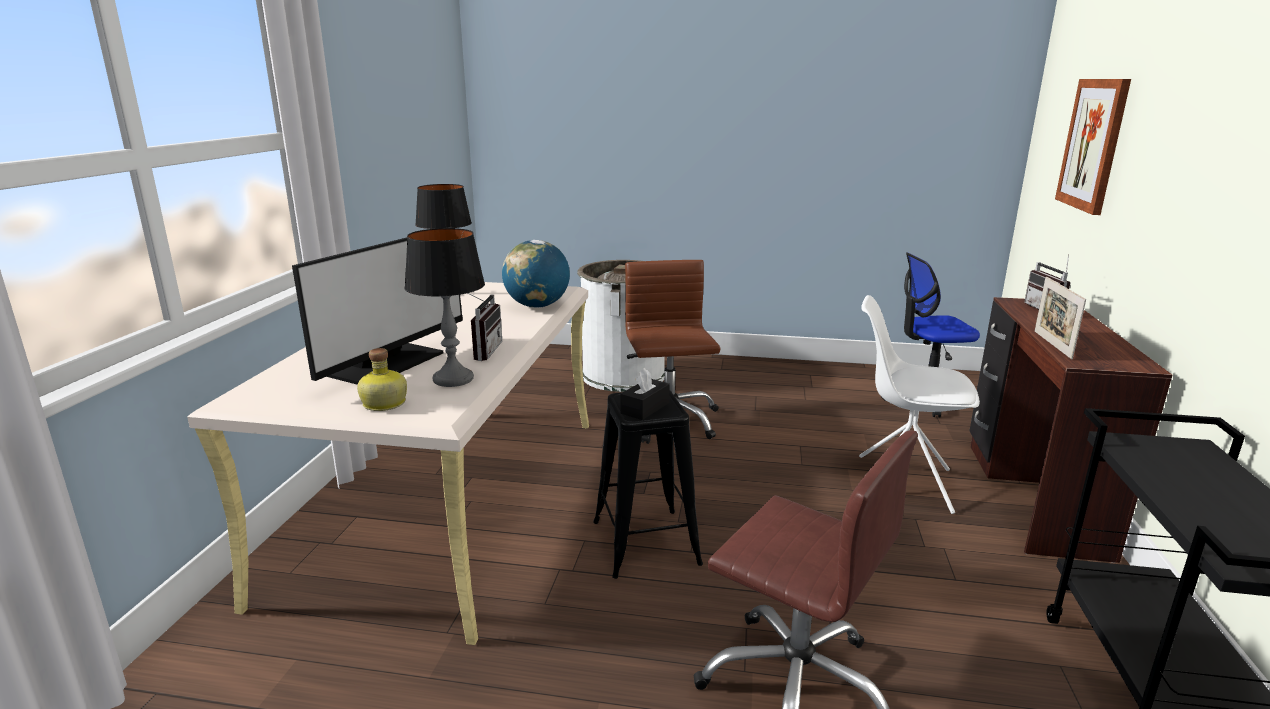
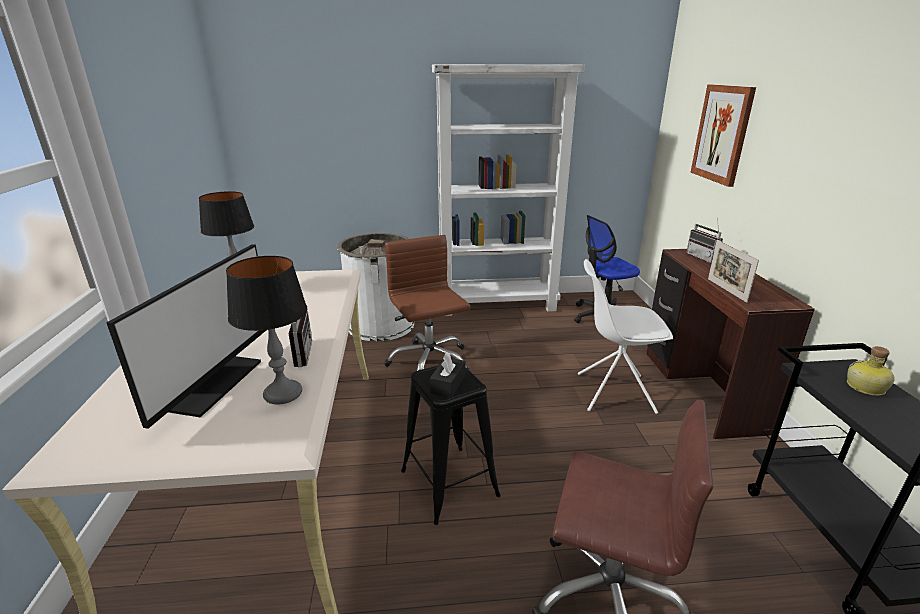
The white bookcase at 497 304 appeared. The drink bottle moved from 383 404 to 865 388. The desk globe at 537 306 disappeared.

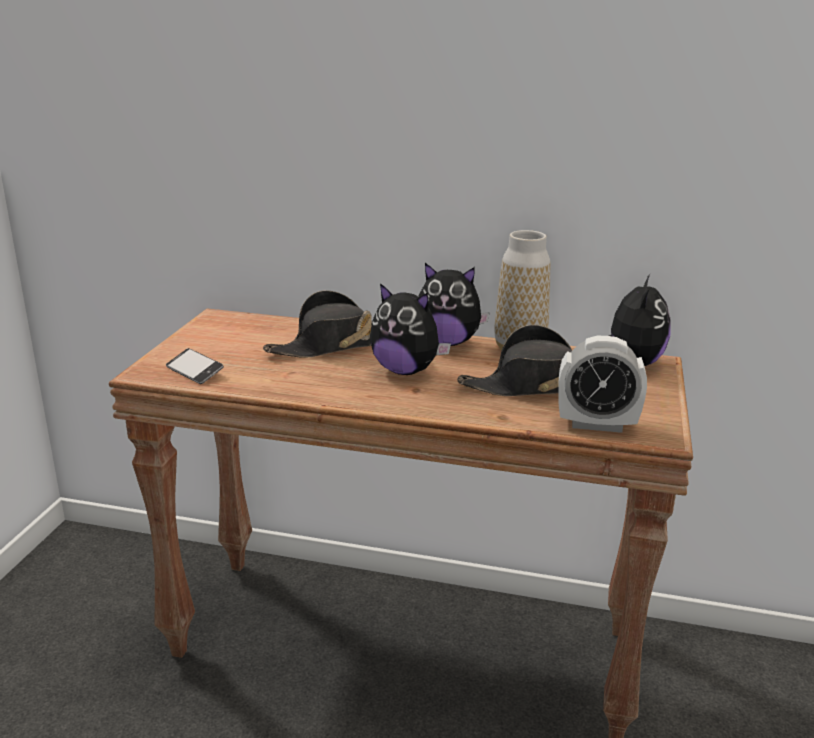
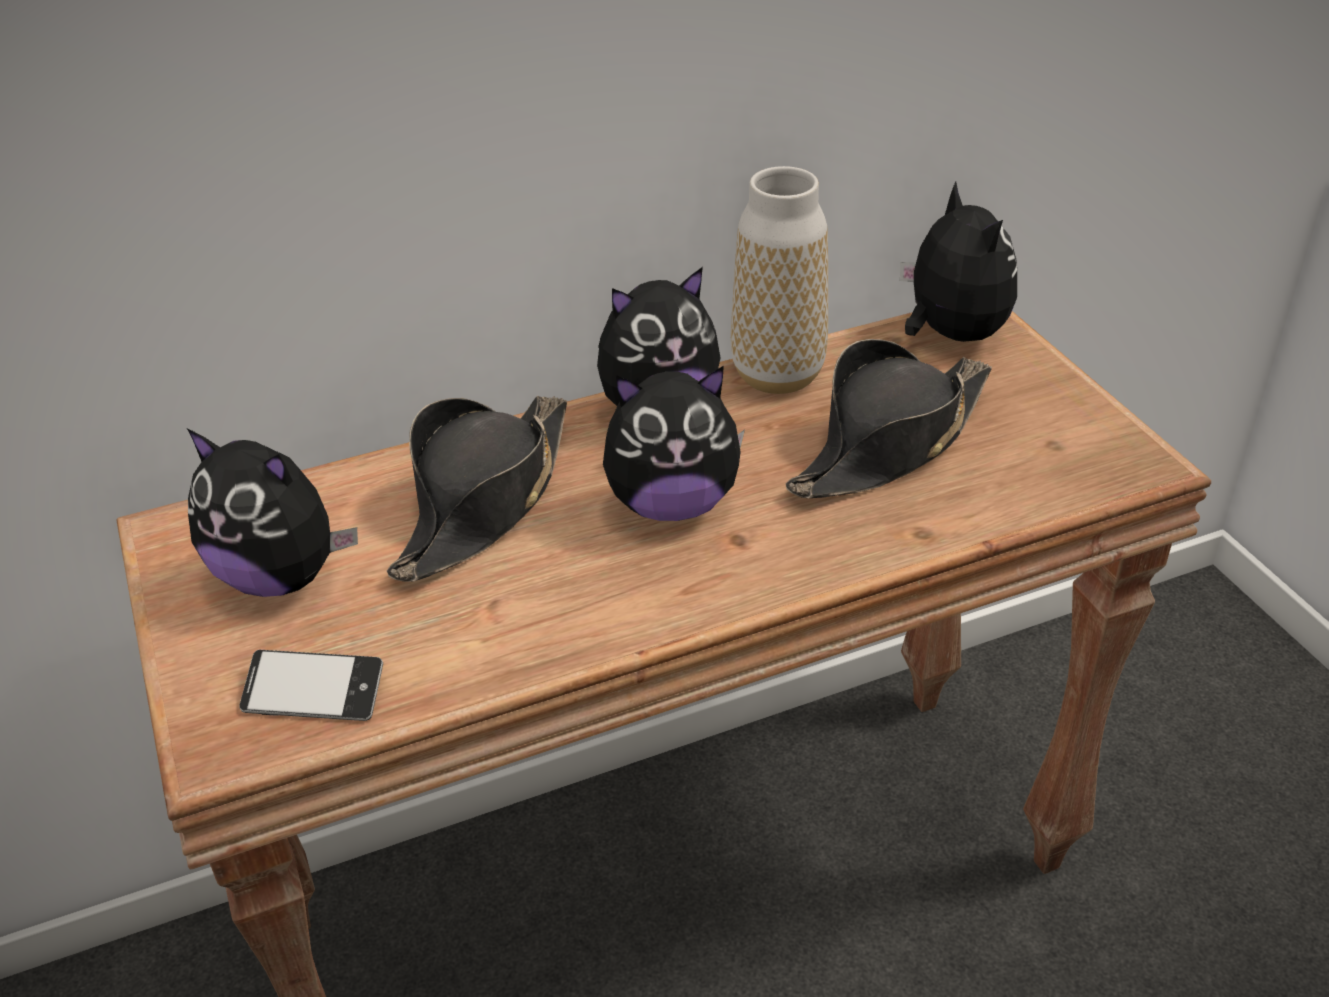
The plush toy at 281 576 appeared. The bedside clock at 596 424 disappeared.

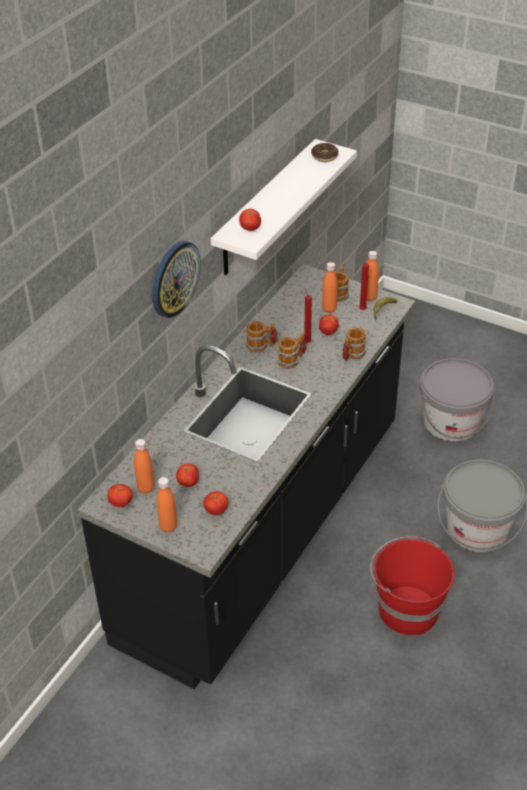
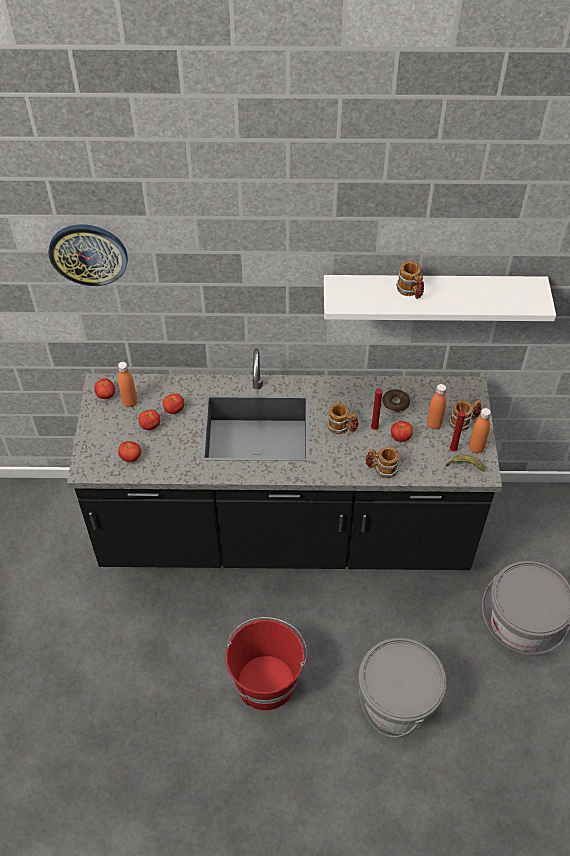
The wall clock moved from 174 278 to 88 254. The tomato moved from 250 229 to 174 410. The doughnut moved from 324 156 to 395 404. The tea mug moved from 261 346 to 410 291. The orange-coloured drink bottle at 168 526 disappeared.

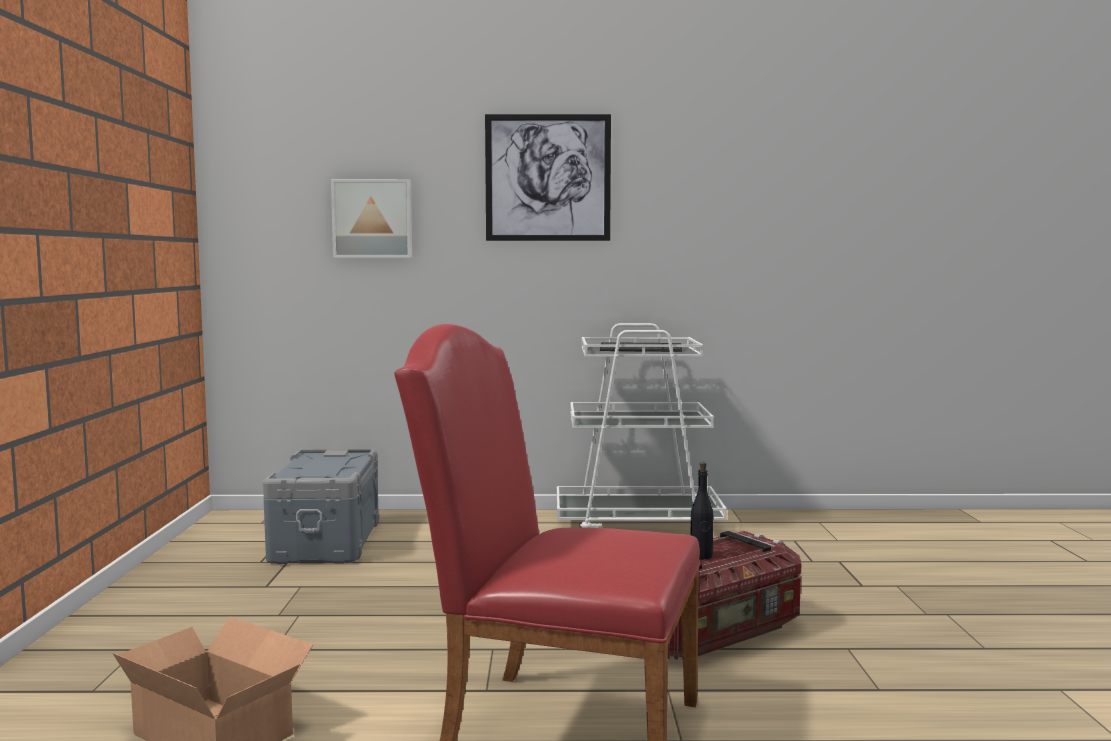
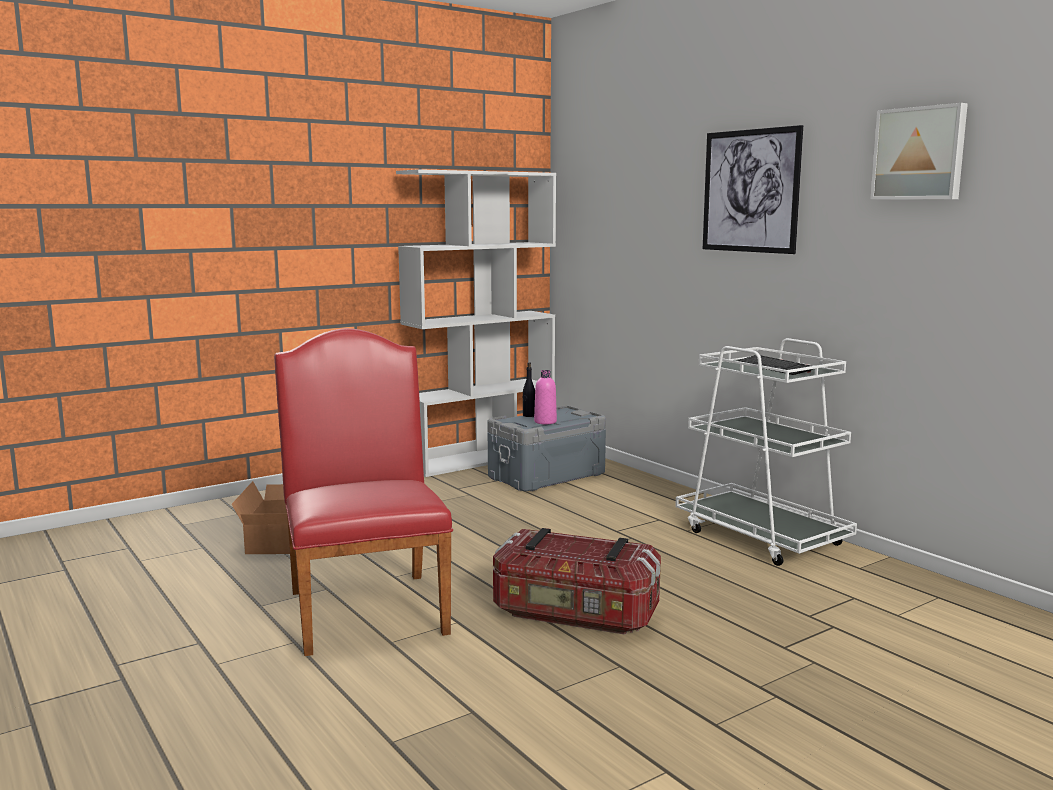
The white bookcase at 481 458 appeared. The black drink bottle moved from 701 556 to 528 415. The pink-coloured drink bottle at 545 422 appeared. The picture moved from 372 219 to 919 153.

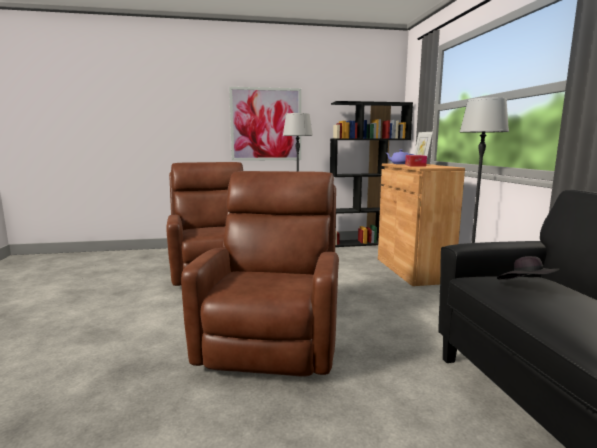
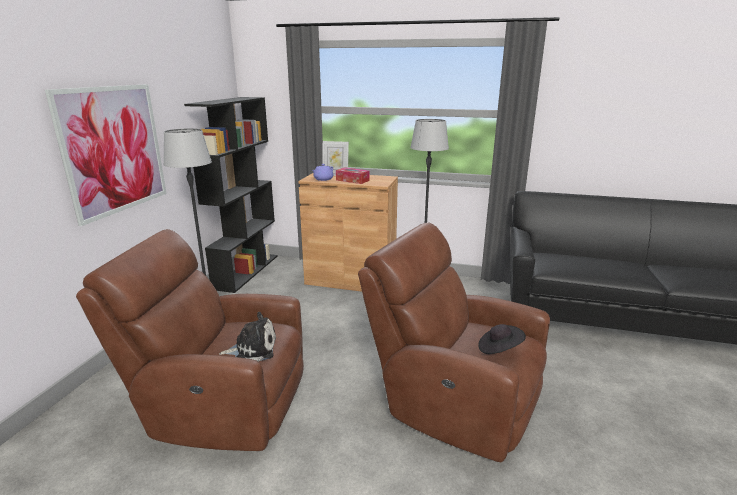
The plush toy at 253 349 appeared. The black clothing hat moved from 526 287 to 499 349.

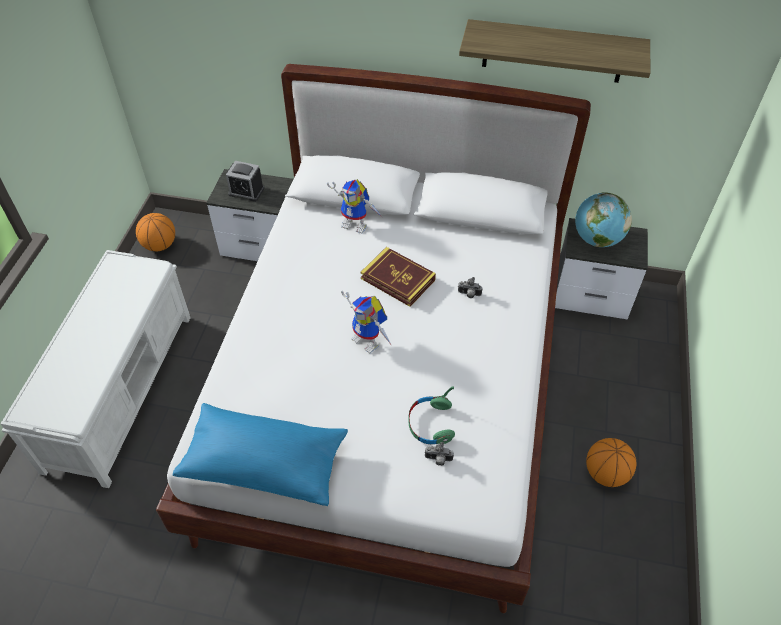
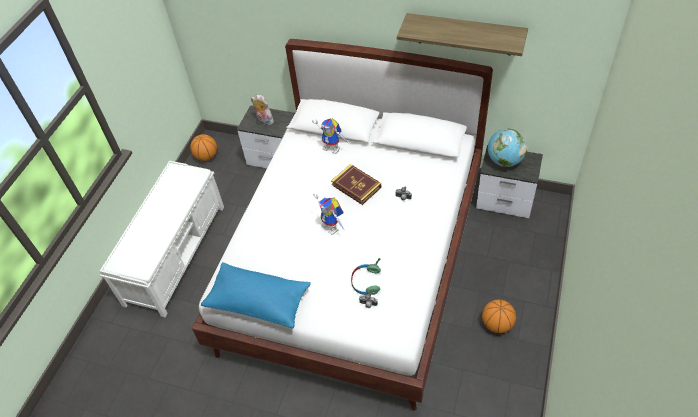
The bedside clock at 246 191 was replaced by the plush toy at 264 121.

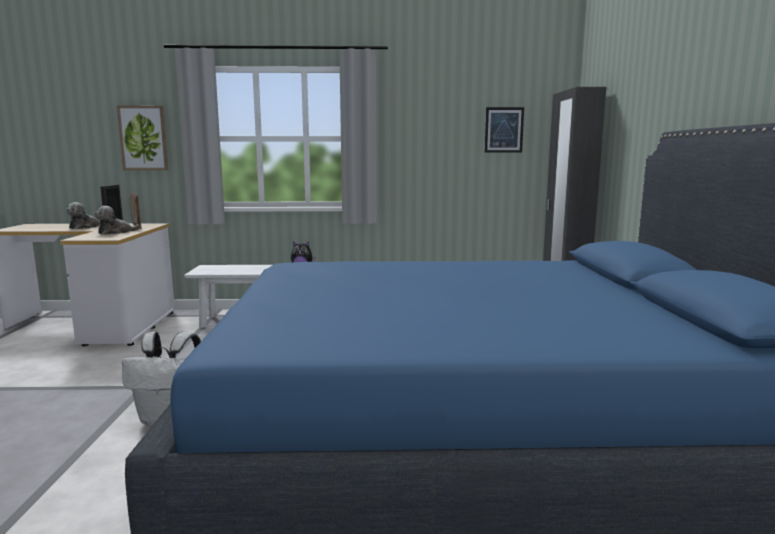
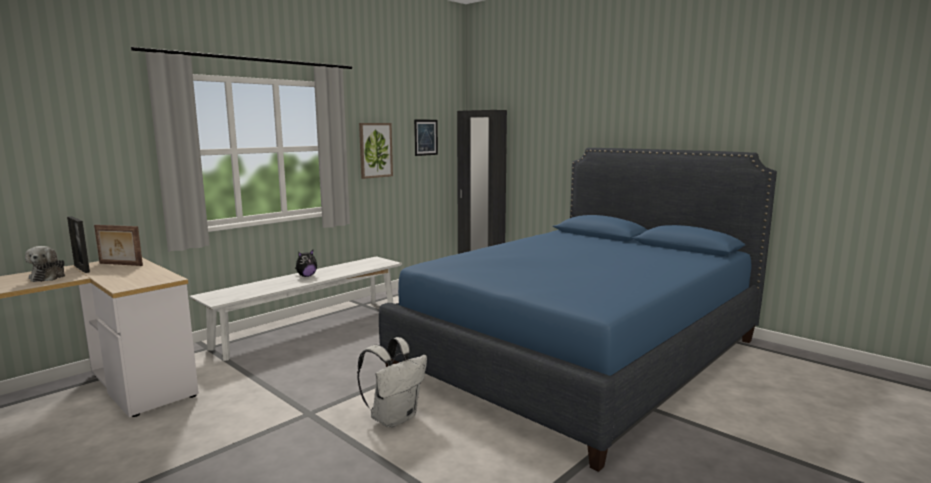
The picture moved from 143 138 to 375 150. The plush toy at 116 232 disappeared.

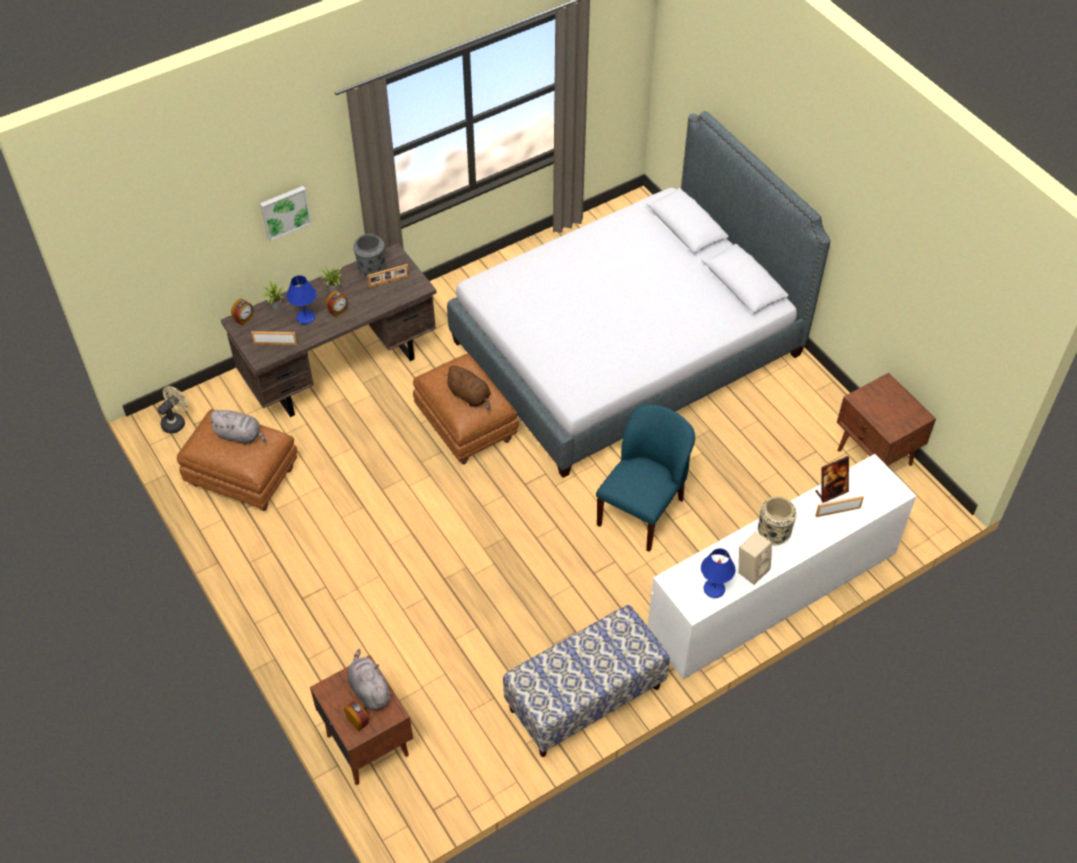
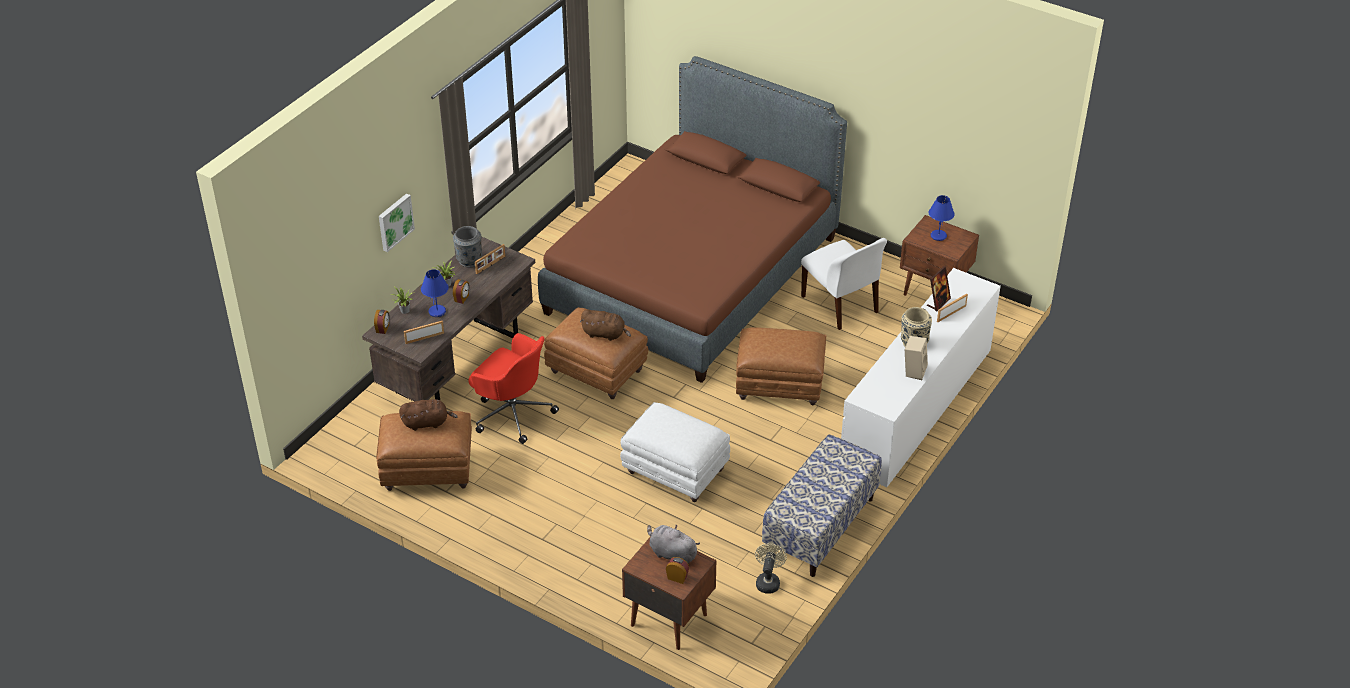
The greyish plush toy at 240 435 became the brown plush toy at 427 423. The reddish computer chair at 512 413 appeared. The greyish sleeping bed at 627 347 became the brown sleeping bed at 692 274. The white ottoman at 674 471 appeared. The blue chair at 641 511 was replaced by the brown ottoman at 780 385. The sand-coloured fan moved from 176 422 to 768 581. The white chair at 840 305 appeared. The blue tabletop lamp moved from 714 589 to 938 236.

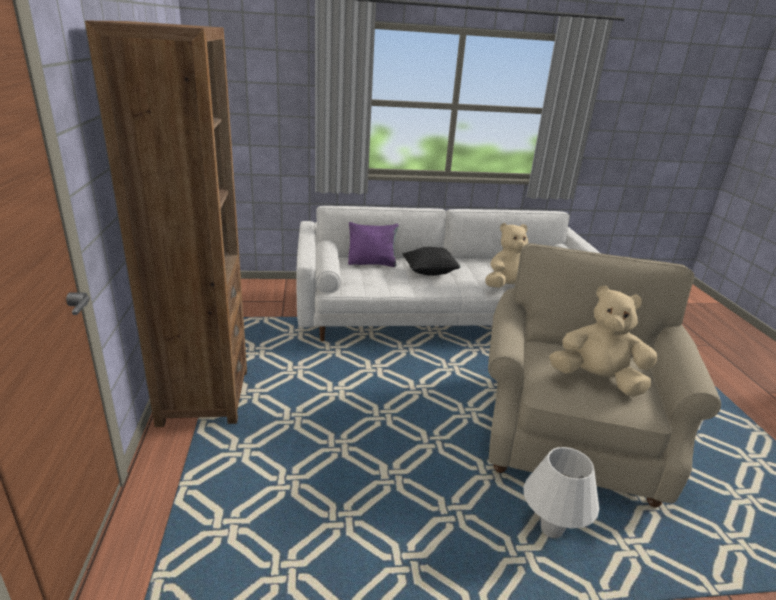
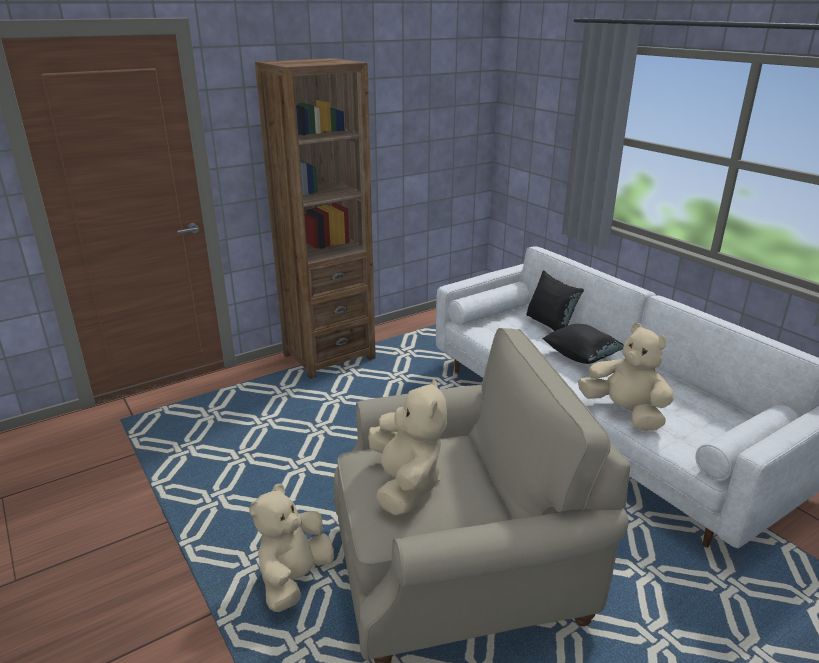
The white tabletop lamp at 551 530 was replaced by the sand-coloured plush toy at 294 579. The purple-coloured pillow at 372 263 became the black pillow at 550 324.

